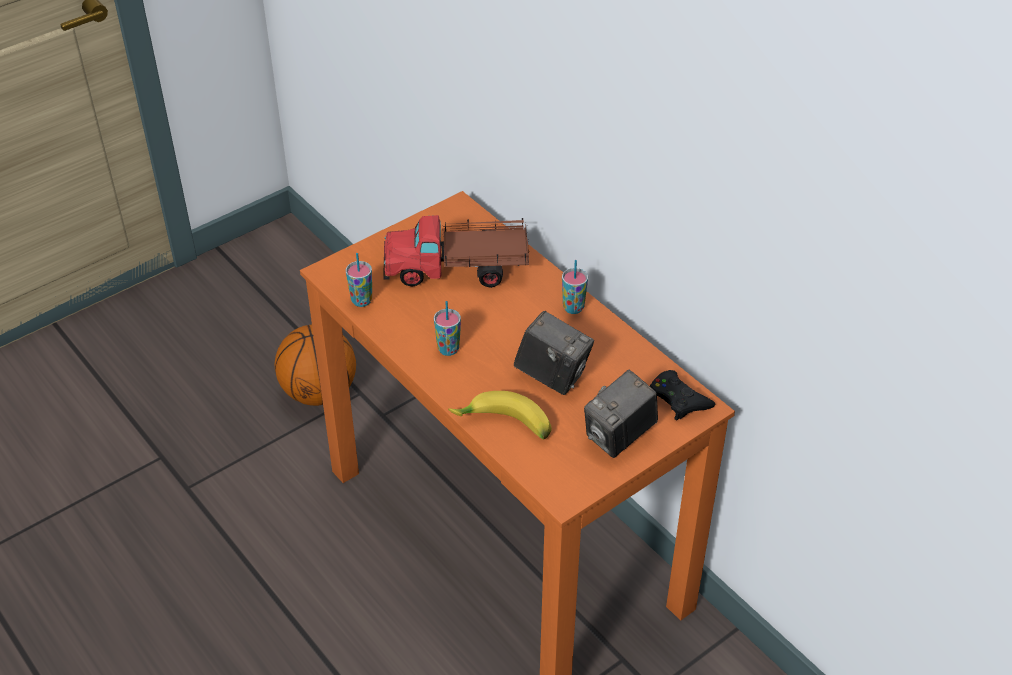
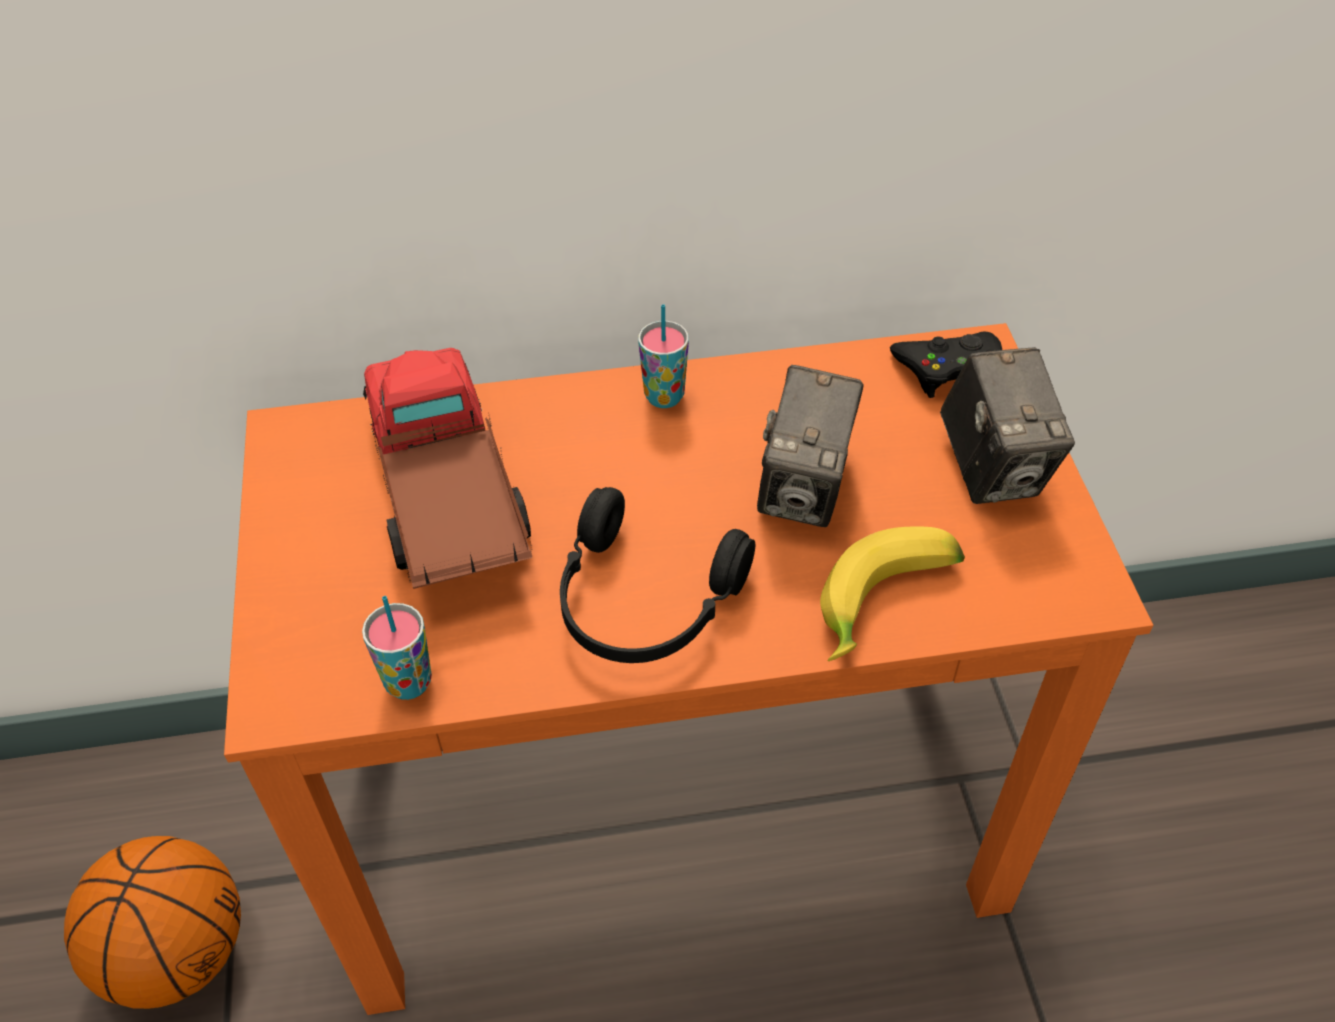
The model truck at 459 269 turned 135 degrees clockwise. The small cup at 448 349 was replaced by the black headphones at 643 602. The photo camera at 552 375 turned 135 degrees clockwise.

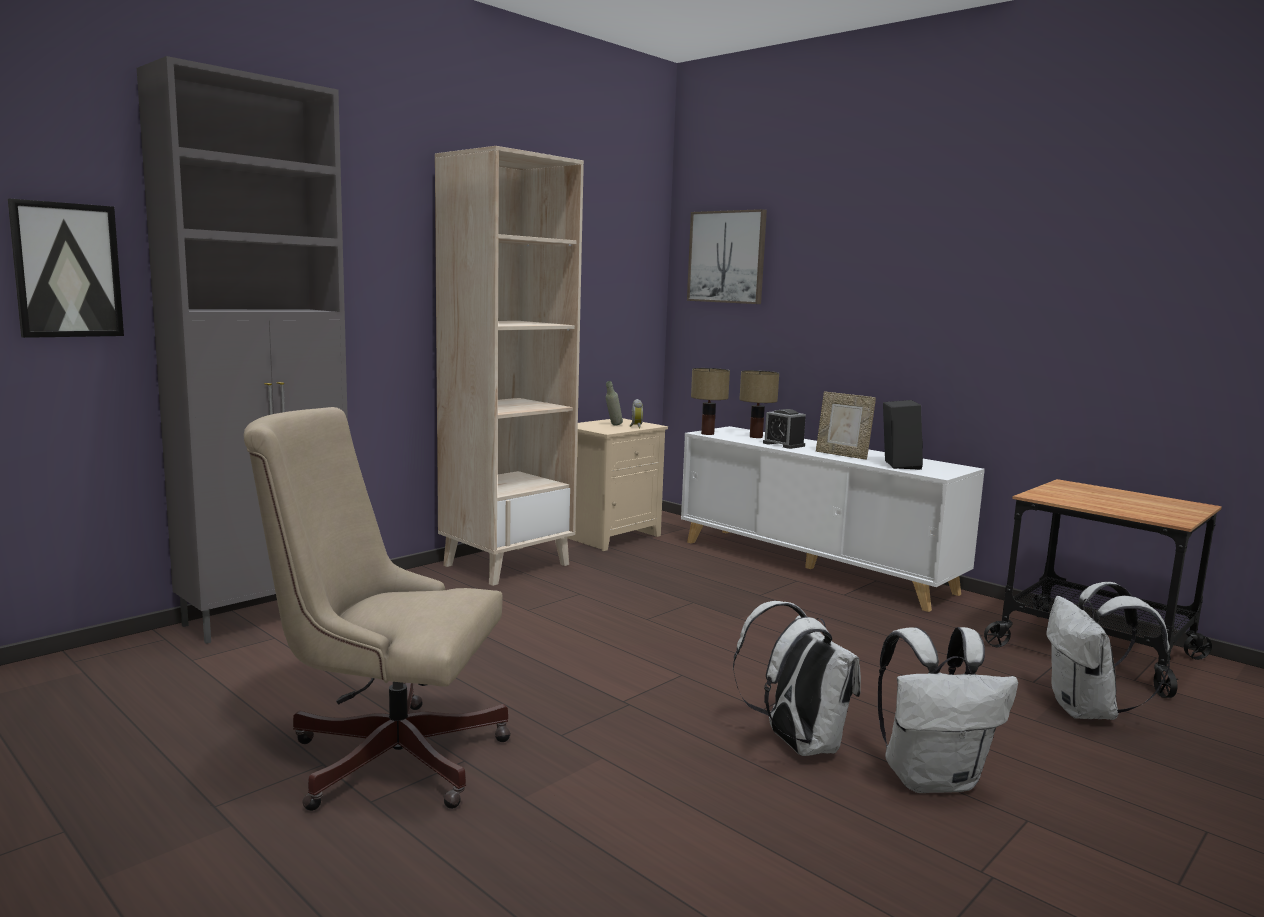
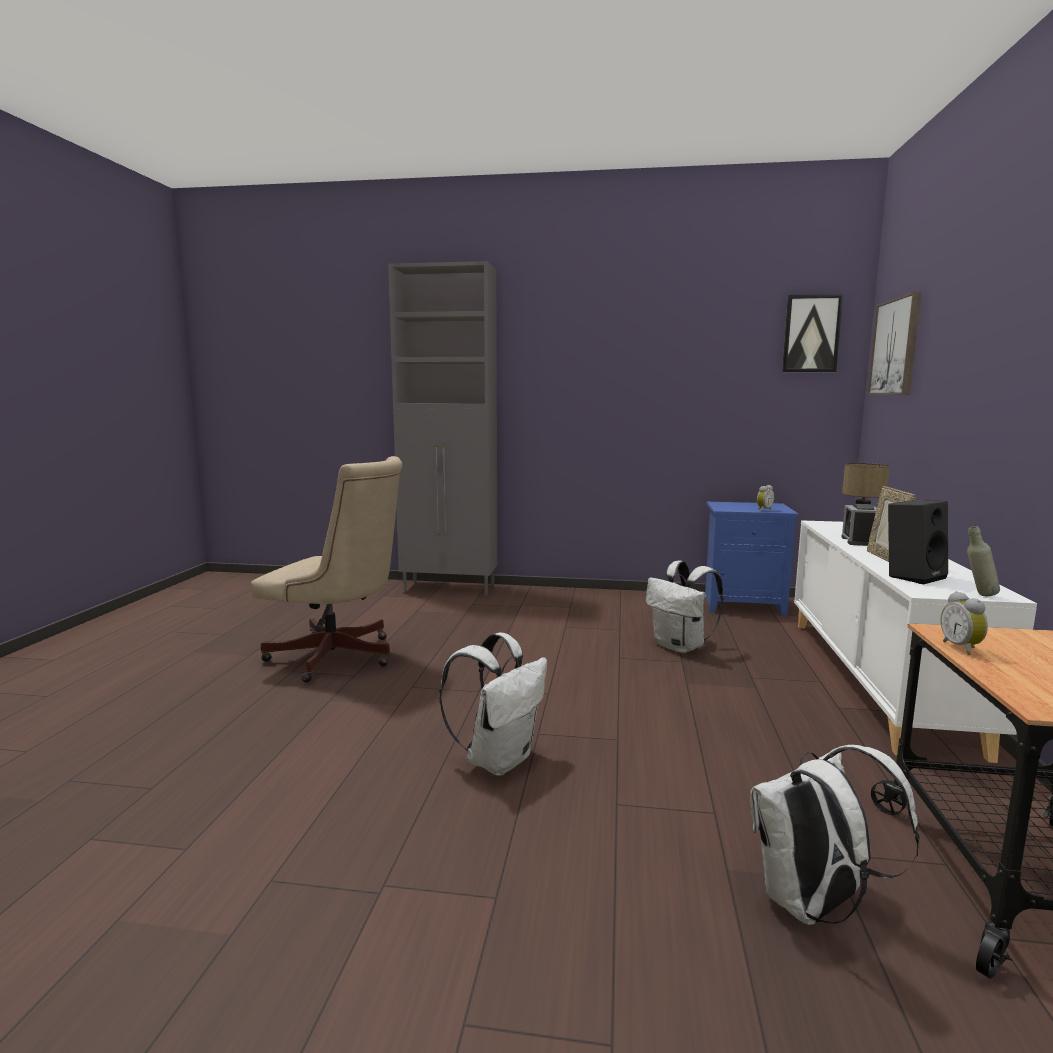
The sand-coloured computer chair at 384 755 turned 135 degrees clockwise. The white knapsack moved from 932 778 to 681 647. The sand-coloured bedside table at 610 535 became the blue bedside table at 744 605. The picture moved from 67 270 to 811 334. The bedside clock at 962 648 appeared. The greyish drink bottle moved from 613 425 to 978 595. The sand-coloured bookcase at 507 564 disappeared. The tabletop lamp at 708 434 disappeared.

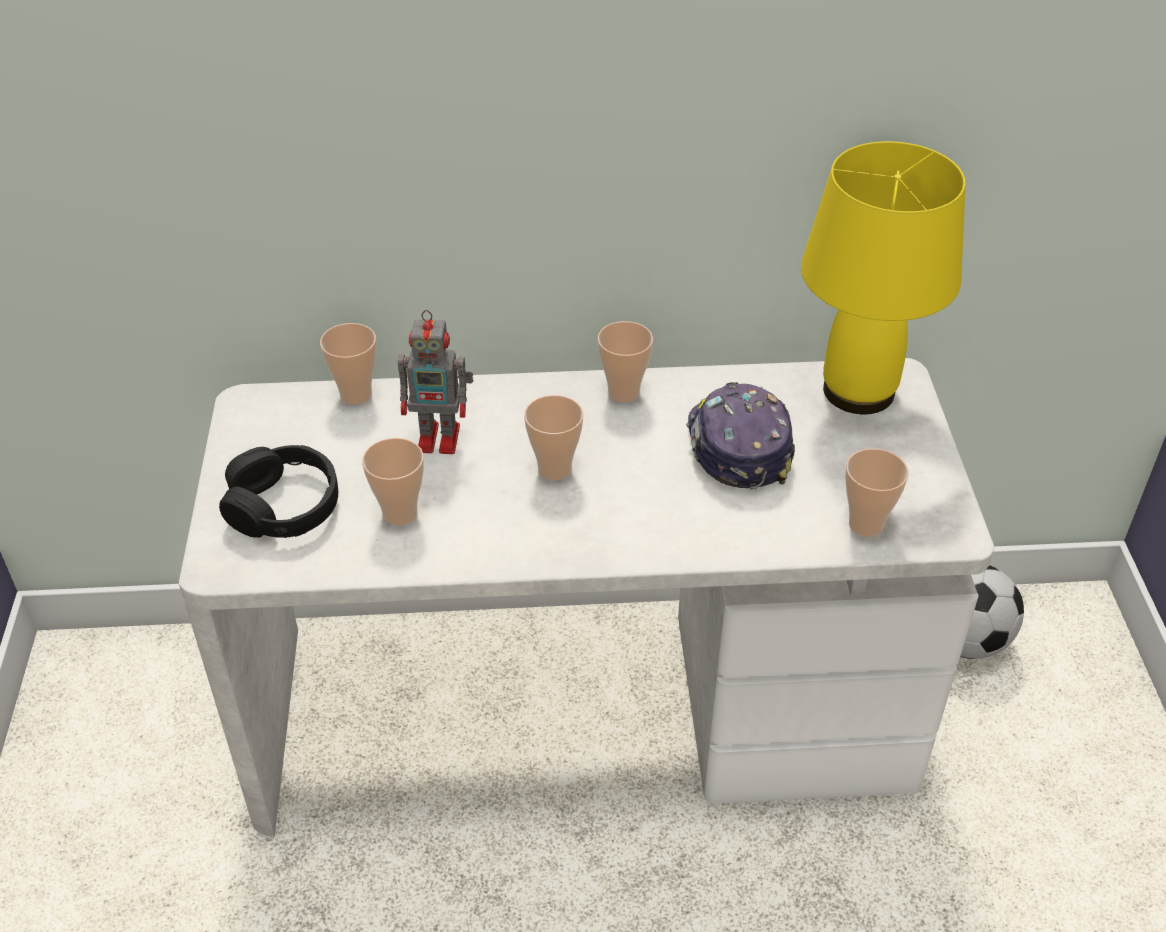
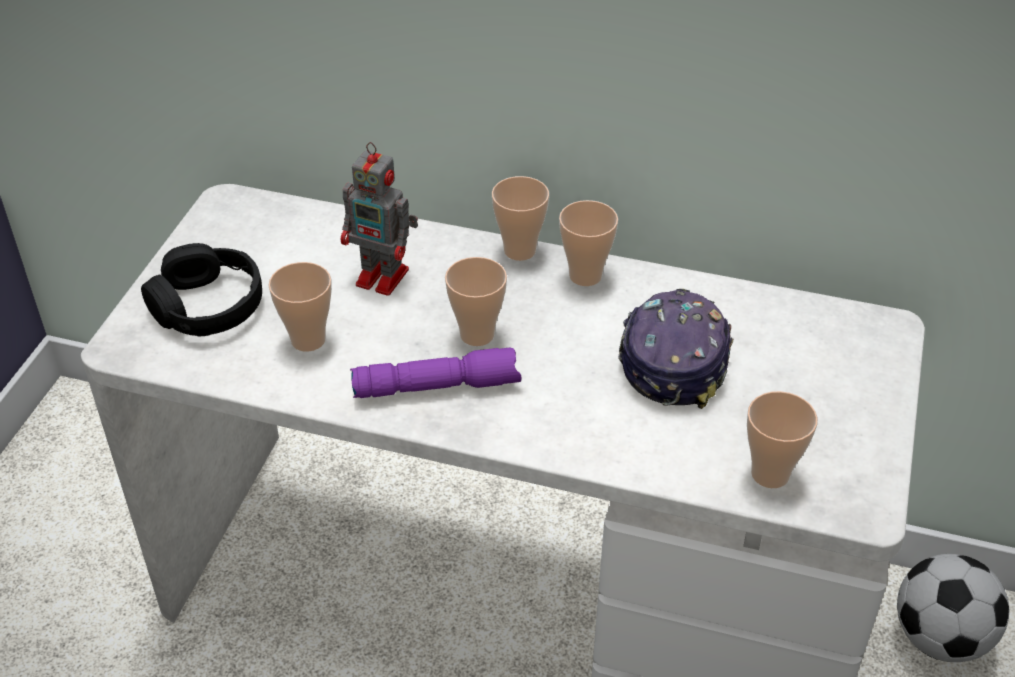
The purple-coloured flashlight at 437 385 appeared. The small cup moved from 356 394 to 519 250. The yellow-coloured tabletop lamp at 859 390 disappeared.

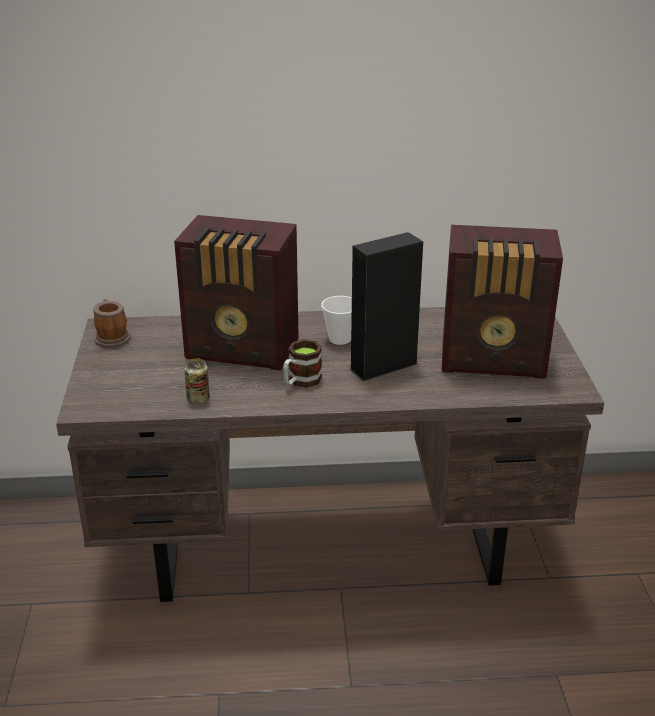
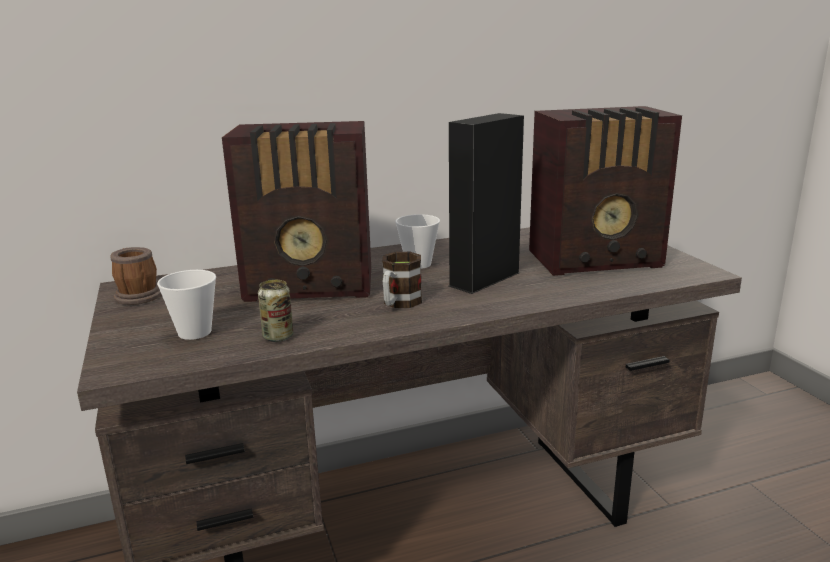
The small cup at 195 332 appeared.

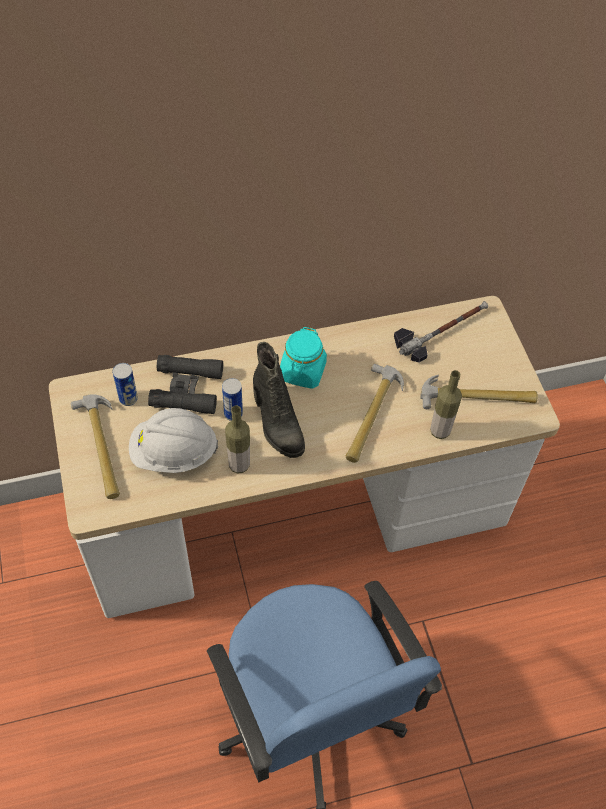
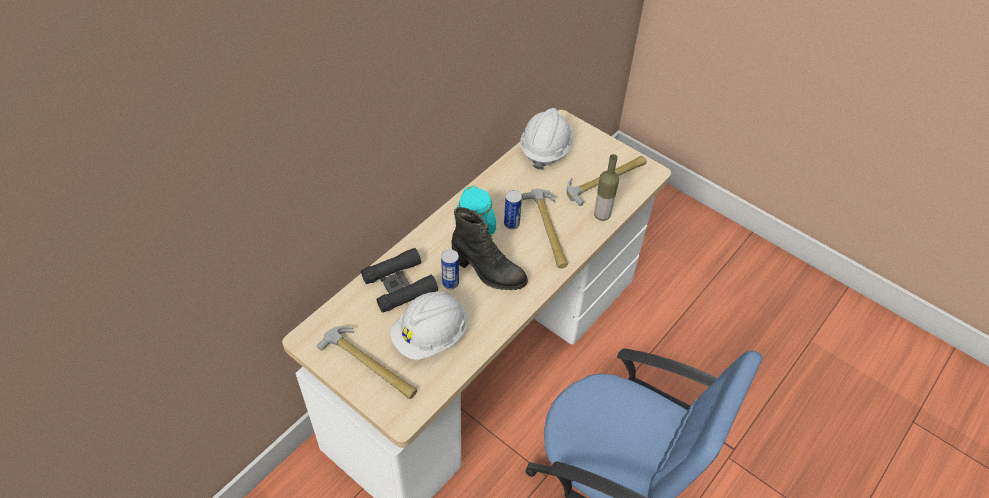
The can moved from 128 399 to 511 224. The hammer at 442 330 was replaced by the white work helmet at 545 149. The drink bottle at 239 465 disappeared.

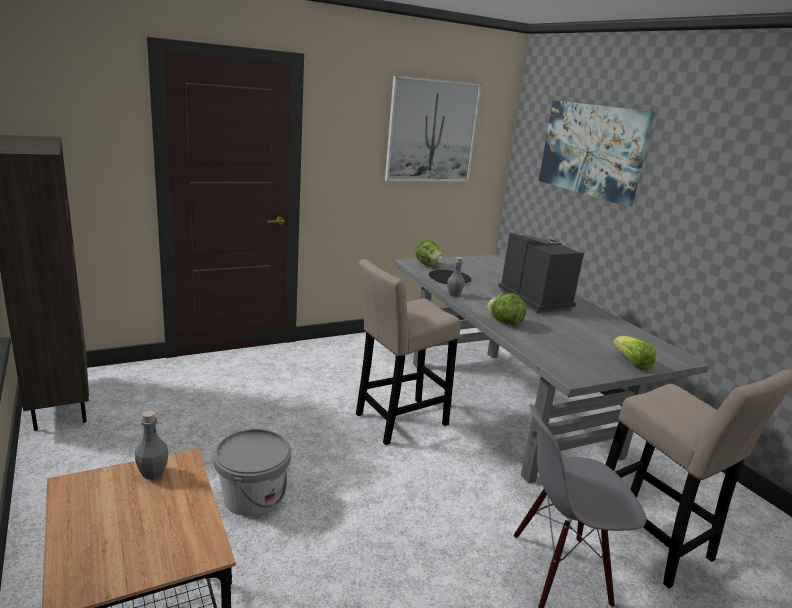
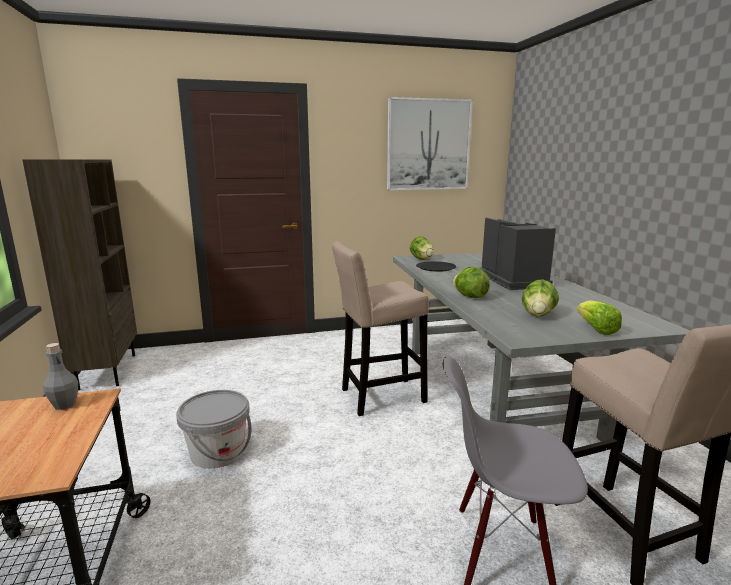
The lettuce head at 538 315 appeared. The greyish drink bottle at 454 294 disappeared. The picture at 592 150 disappeared.

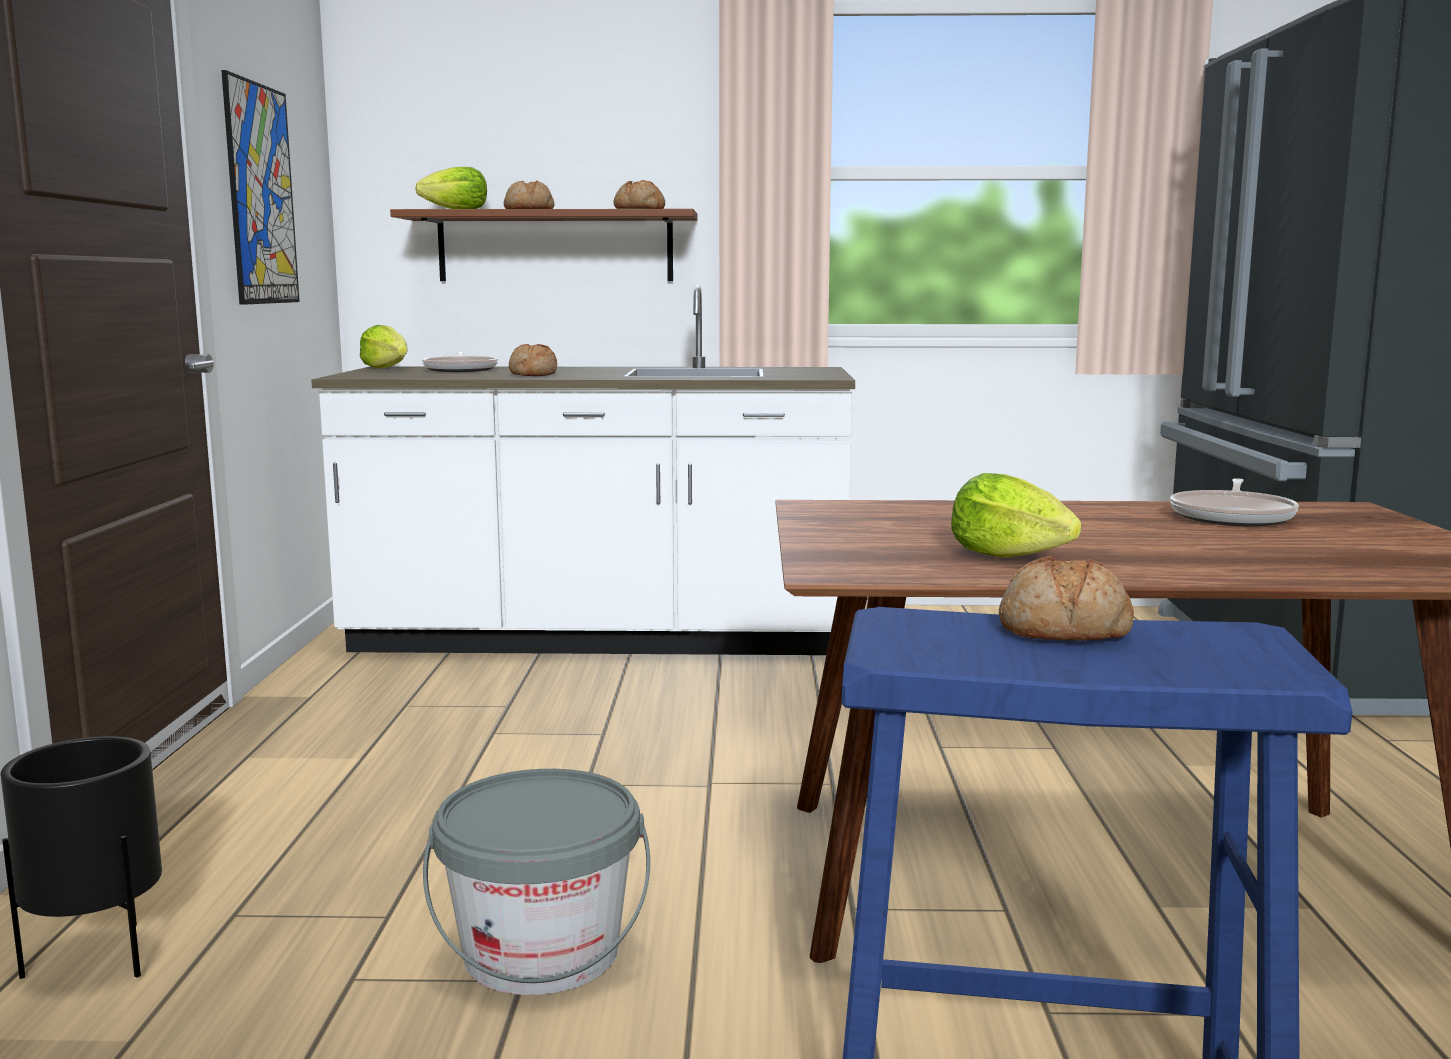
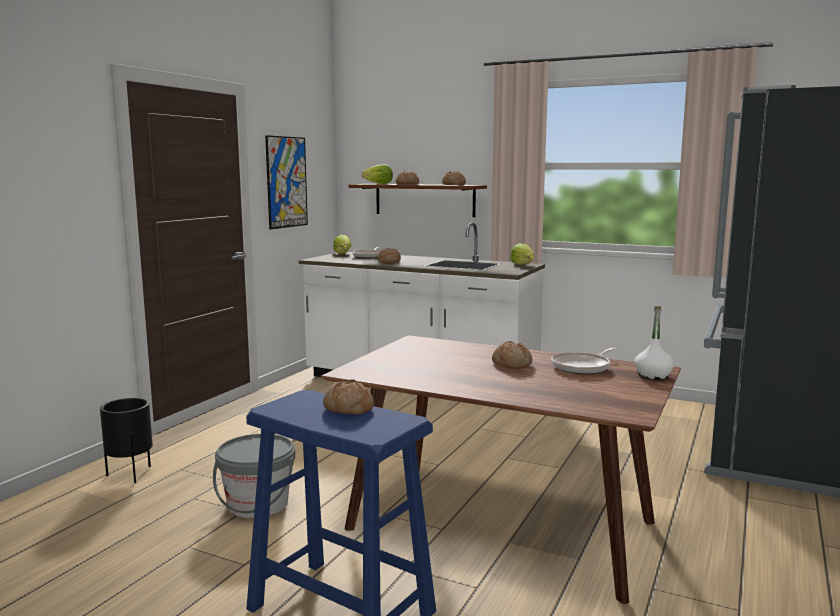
The bakery bread at 512 364 appeared. The lettuce head moved from 1008 556 to 523 265. The white drink bottle at 653 375 appeared.

